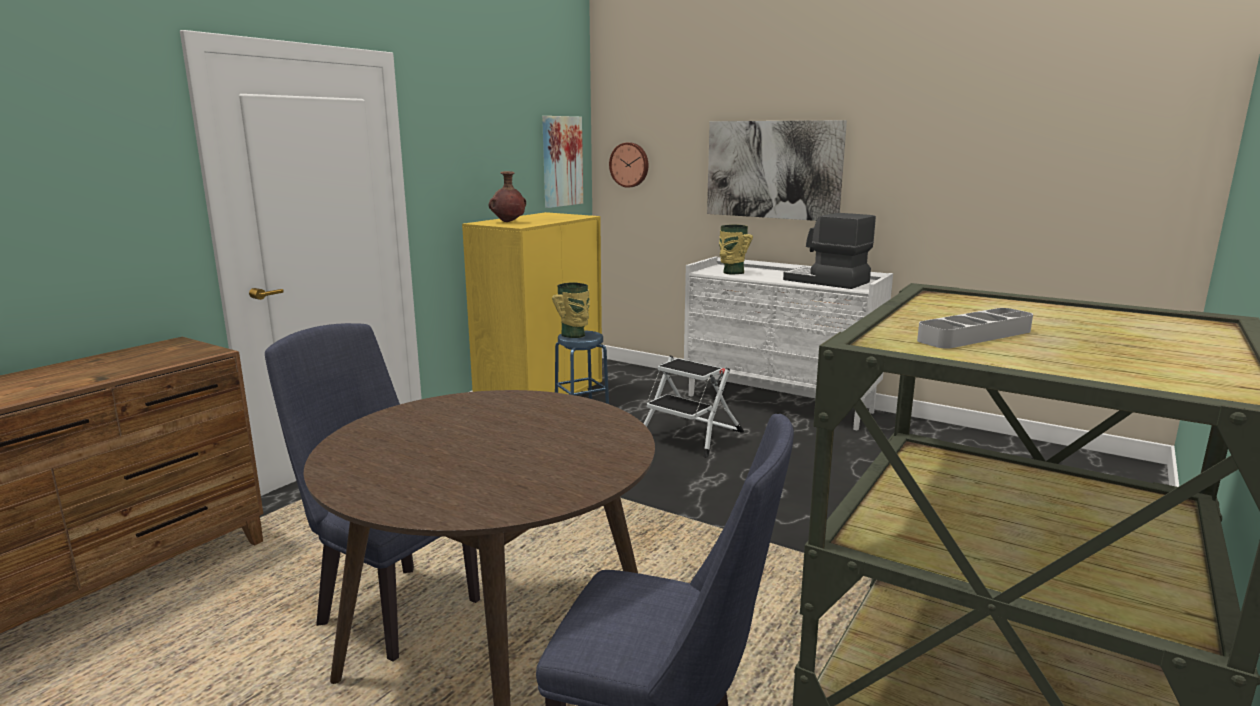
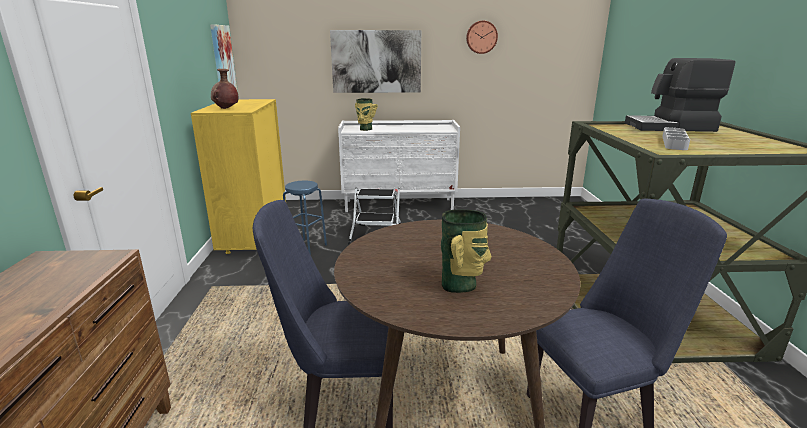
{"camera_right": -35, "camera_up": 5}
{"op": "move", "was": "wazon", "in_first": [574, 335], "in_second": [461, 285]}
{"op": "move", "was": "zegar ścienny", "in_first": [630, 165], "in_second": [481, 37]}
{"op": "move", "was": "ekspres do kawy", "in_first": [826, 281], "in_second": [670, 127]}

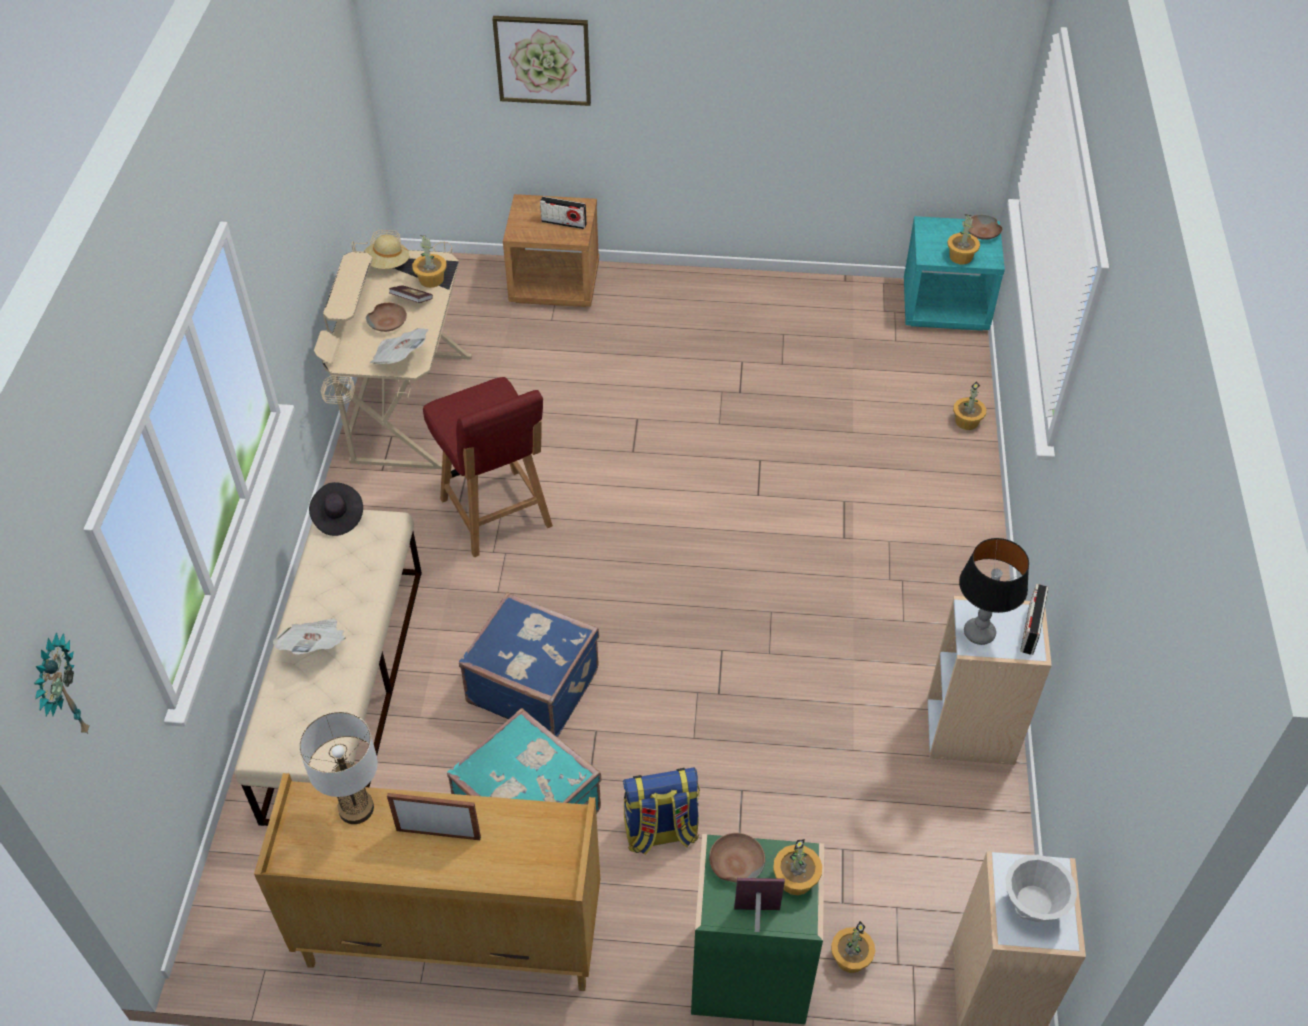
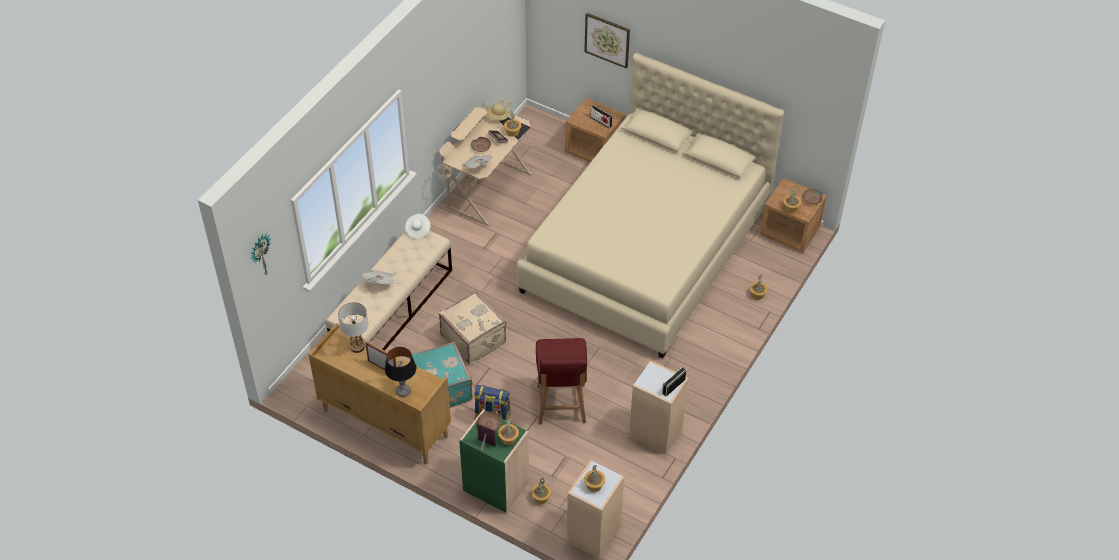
{"camera_right": 25, "camera_up": 0}
{"op": "insert", "now": "łóżko/beżowy", "in_second": [647, 248]}
{"op": "move", "was": "krzesło/czerwony", "in_first": [497, 515], "in_second": [561, 405]}
{"op": "move", "was": "lampa stołowa", "in_first": [978, 633], "in_second": [403, 391]}
{"op": "replace", "was": "miska/biały", "now": "roślina doniczkowa", "in_first": [1033, 905], "in_second": [594, 485]}
{"op": "recolor", "was": "kapelusz/czarny", "now": "kapelusz/biały", "in_first": [337, 517], "in_second": [418, 230]}
{"op": "recolor", "was": "walizka/niebieski", "now": "walizka/beżowy", "in_first": [534, 684], "in_second": [474, 338]}
{"op": "recolor", "was": "szafka nocna/turkusowy", "now": "szafka nocna/brązowy", "in_first": [946, 307], "in_second": [790, 232]}

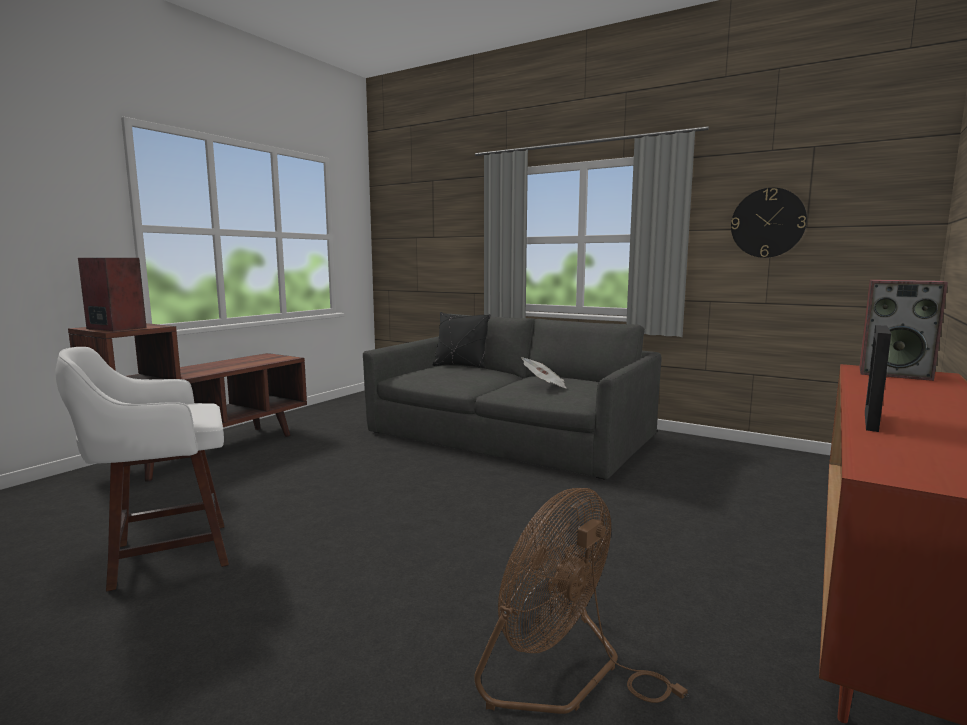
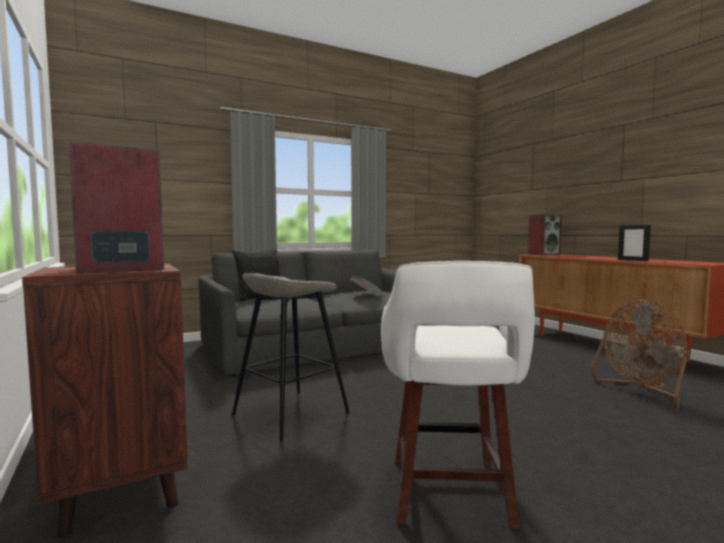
{"camera_right": -60, "camera_up": -5}
{"op": "delete", "was": "zegar ścienny", "in_first": [768, 223]}
{"op": "insert", "now": "stołek/szary", "in_second": [290, 413]}

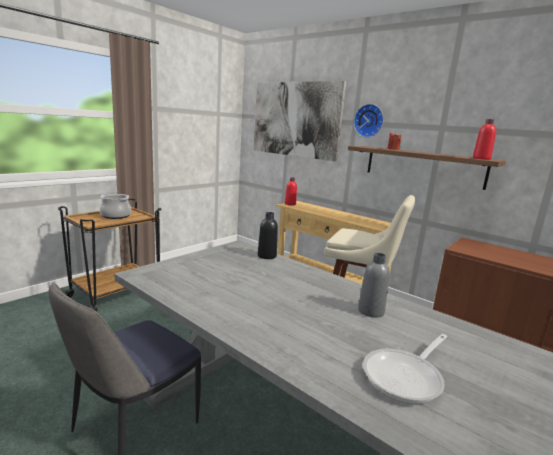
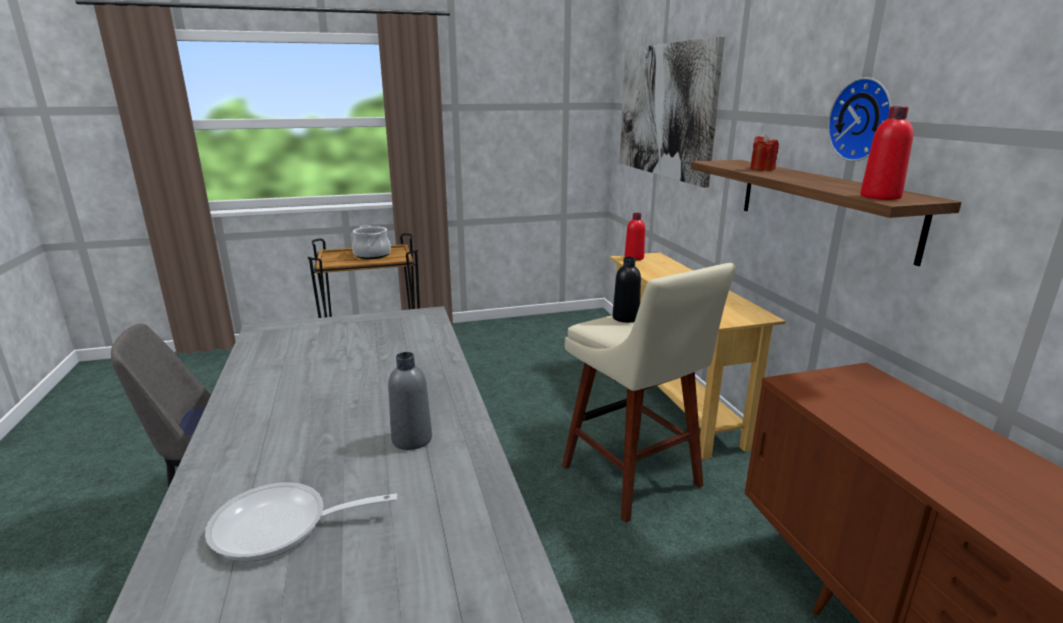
{"camera_right": 35, "camera_up": 5}
{"op": "move", "was": "butelka/czarny", "in_first": [267, 256], "in_second": [625, 318]}
{"op": "move", "was": "zegar ścienny", "in_first": [369, 121], "in_second": [863, 120]}

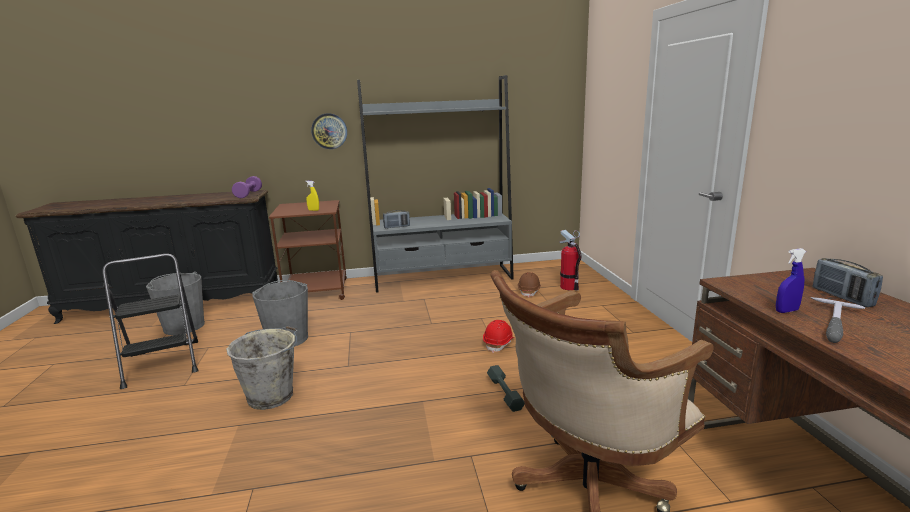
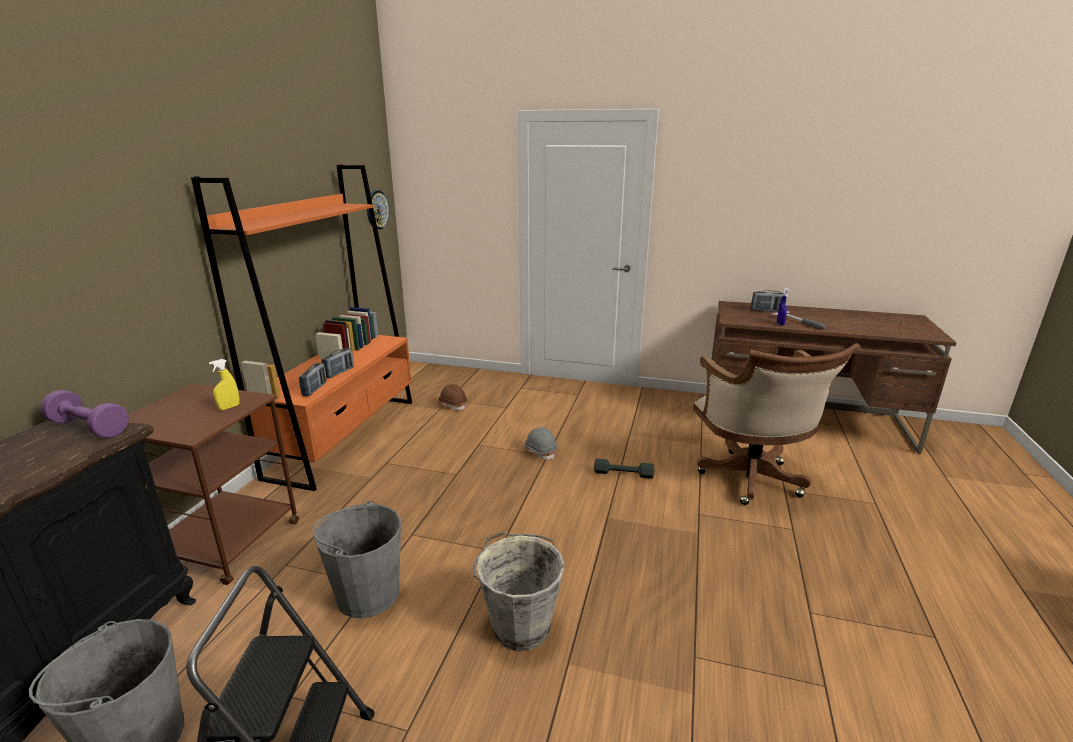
{"camera_right": -65, "camera_up": 5}
{"op": "delete", "was": "gaśnica", "in_first": [569, 287]}
{"op": "insert", "now": "radio", "in_second": [339, 372]}
{"op": "move", "was": "zegar ścienny", "in_first": [329, 131], "in_second": [377, 210]}
{"op": "recolor", "was": "regał/szary", "now": "regał/pomarańczowy", "in_first": [443, 278], "in_second": [345, 436]}
{"op": "recolor", "was": "kask/czerwony", "now": "kask/szary", "in_first": [499, 343], "in_second": [540, 451]}

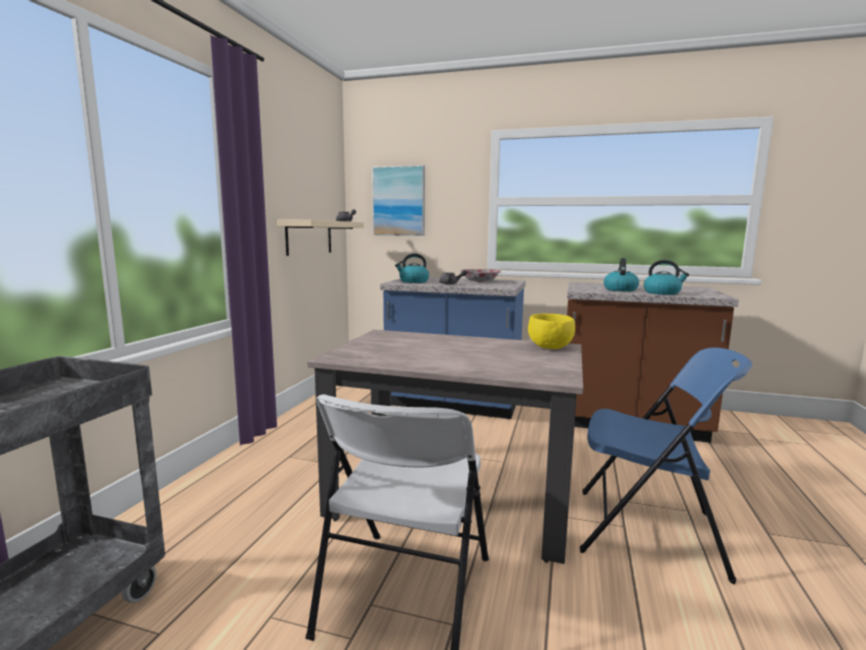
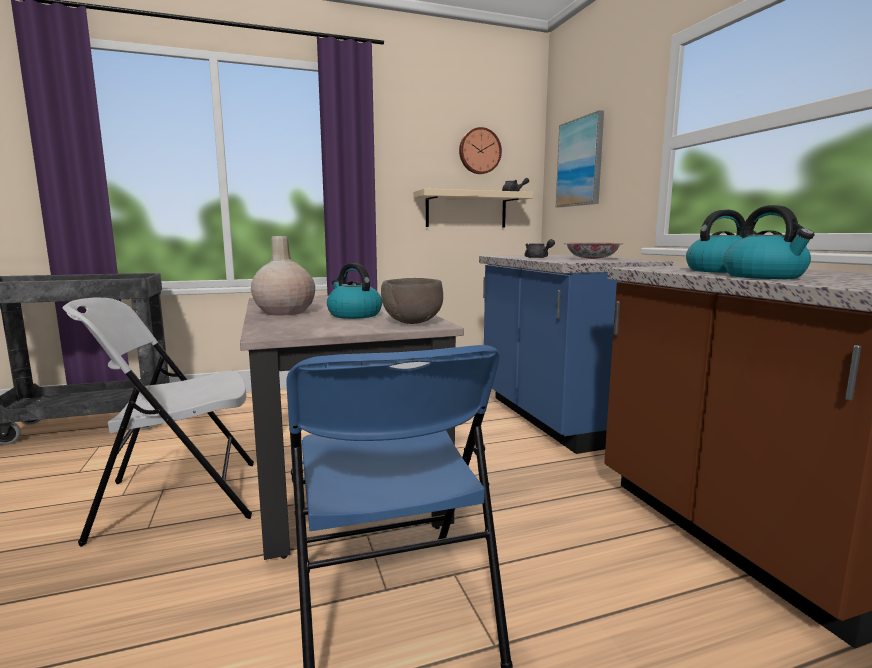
{"camera_right": 55, "camera_up": 0}
{"op": "insert", "now": "wazon/beżowy", "in_second": [284, 312]}
{"op": "insert", "now": "zegar ścienny", "in_second": [479, 151]}
{"op": "move", "was": "czajnik", "in_first": [413, 281], "in_second": [353, 315]}
{"op": "recolor", "was": "miska/żółty", "now": "miska/brązowy", "in_first": [549, 348], "in_second": [412, 322]}

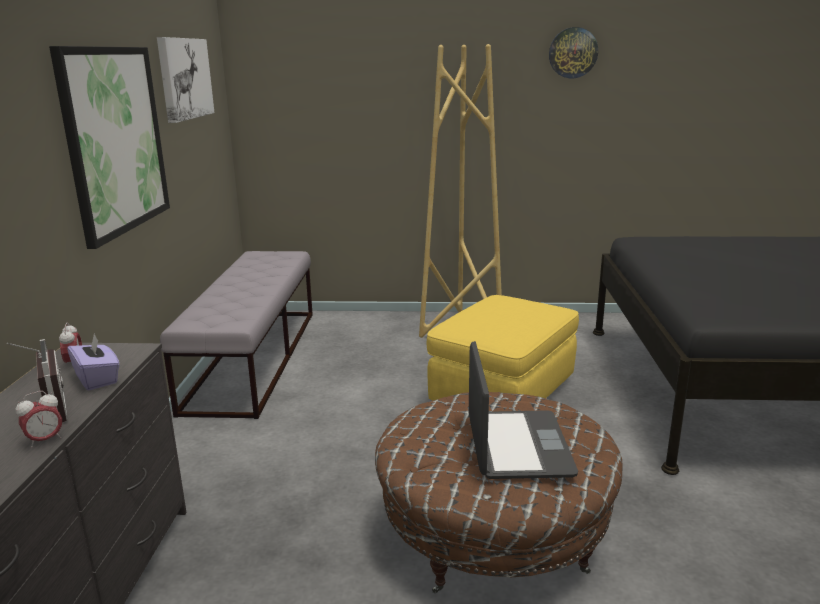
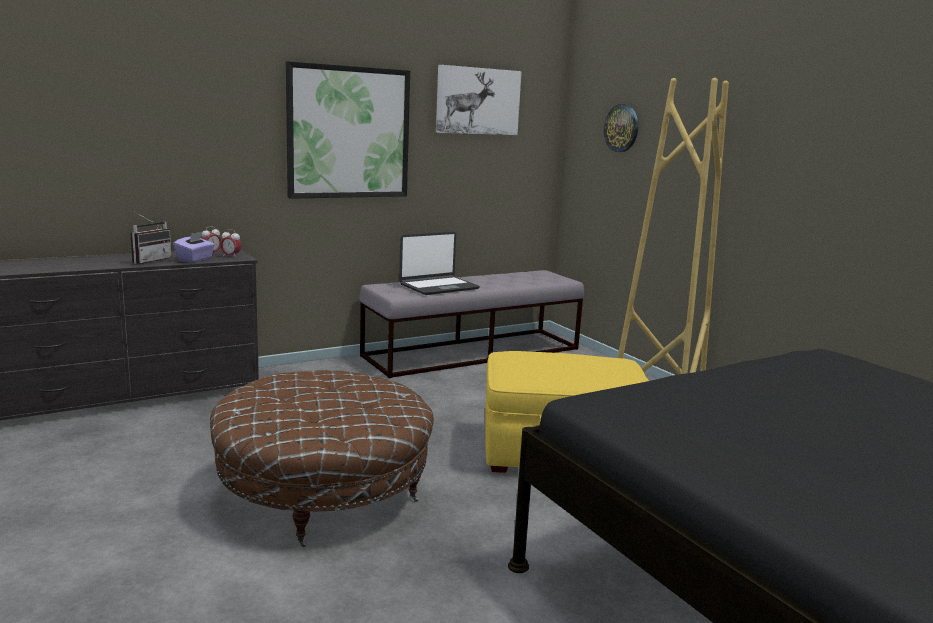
{"camera_right": 55, "camera_up": -5}
{"op": "move", "was": "budzik", "in_first": [45, 440], "in_second": [231, 256]}
{"op": "move", "was": "laptop", "in_first": [517, 445], "in_second": [438, 287]}
{"op": "move", "was": "zegar ścienny", "in_first": [573, 53], "in_second": [621, 128]}

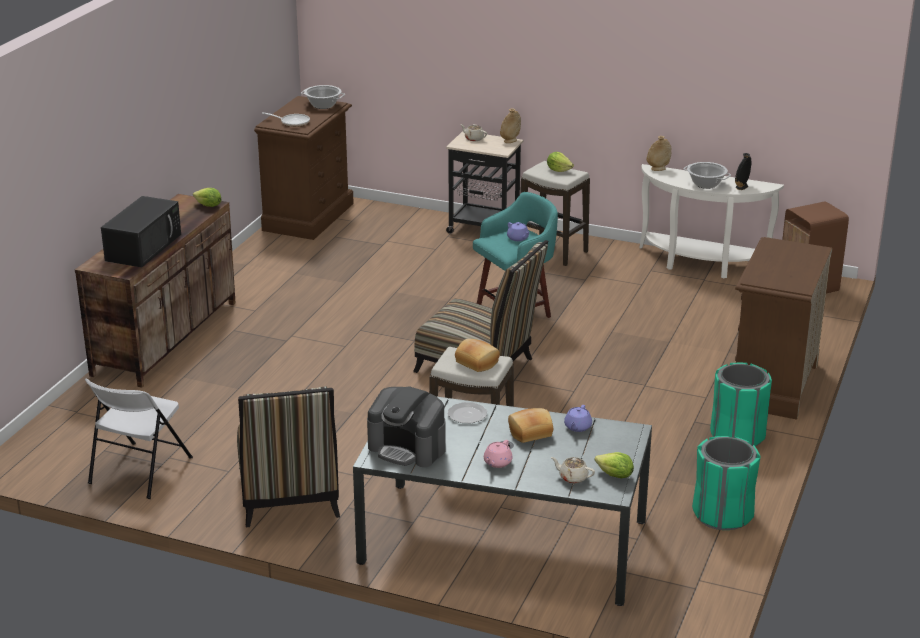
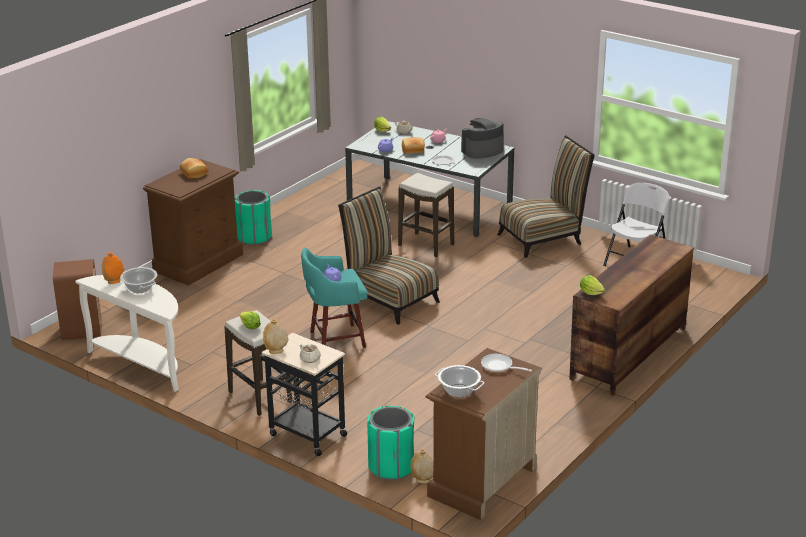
{"camera_right": -165, "camera_up": 0}
{"op": "delete", "was": "mikrofalówka/czarny", "in_first": [144, 246]}
{"op": "move", "was": "chleb", "in_first": [478, 362], "in_second": [193, 173]}
{"op": "move", "was": "wazon/beżowy", "in_first": [658, 169], "in_second": [423, 480]}
{"op": "move", "was": "kosz na śmieci/zielony", "in_first": [722, 514], "in_second": [391, 467]}
{"op": "recolor", "was": "wazon/czarny", "now": "wazon/pomarańczowy", "in_first": [741, 187], "in_second": [114, 281]}
{"op": "rotate", "was": "krzesło", "in_first": [289, 497], "in_second": [544, 238], "clockwise": 60}
{"op": "rotate", "was": "ekspres do kawy", "in_first": [407, 448], "in_second": [482, 151], "clockwise": -75}

